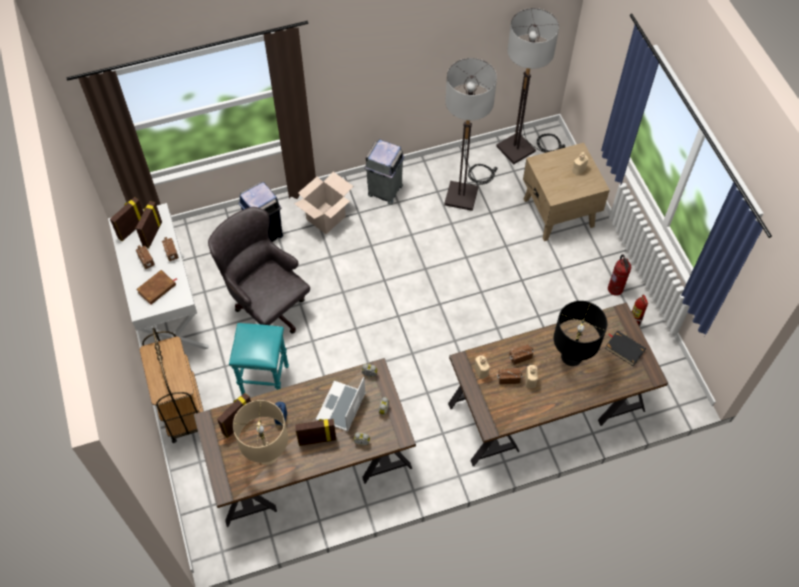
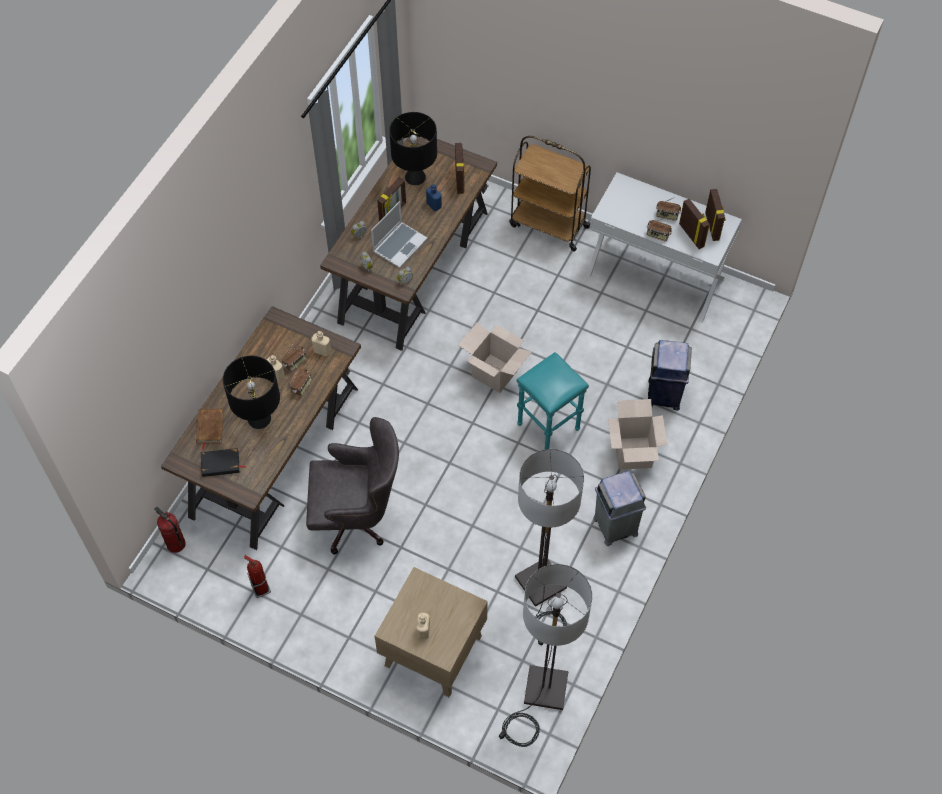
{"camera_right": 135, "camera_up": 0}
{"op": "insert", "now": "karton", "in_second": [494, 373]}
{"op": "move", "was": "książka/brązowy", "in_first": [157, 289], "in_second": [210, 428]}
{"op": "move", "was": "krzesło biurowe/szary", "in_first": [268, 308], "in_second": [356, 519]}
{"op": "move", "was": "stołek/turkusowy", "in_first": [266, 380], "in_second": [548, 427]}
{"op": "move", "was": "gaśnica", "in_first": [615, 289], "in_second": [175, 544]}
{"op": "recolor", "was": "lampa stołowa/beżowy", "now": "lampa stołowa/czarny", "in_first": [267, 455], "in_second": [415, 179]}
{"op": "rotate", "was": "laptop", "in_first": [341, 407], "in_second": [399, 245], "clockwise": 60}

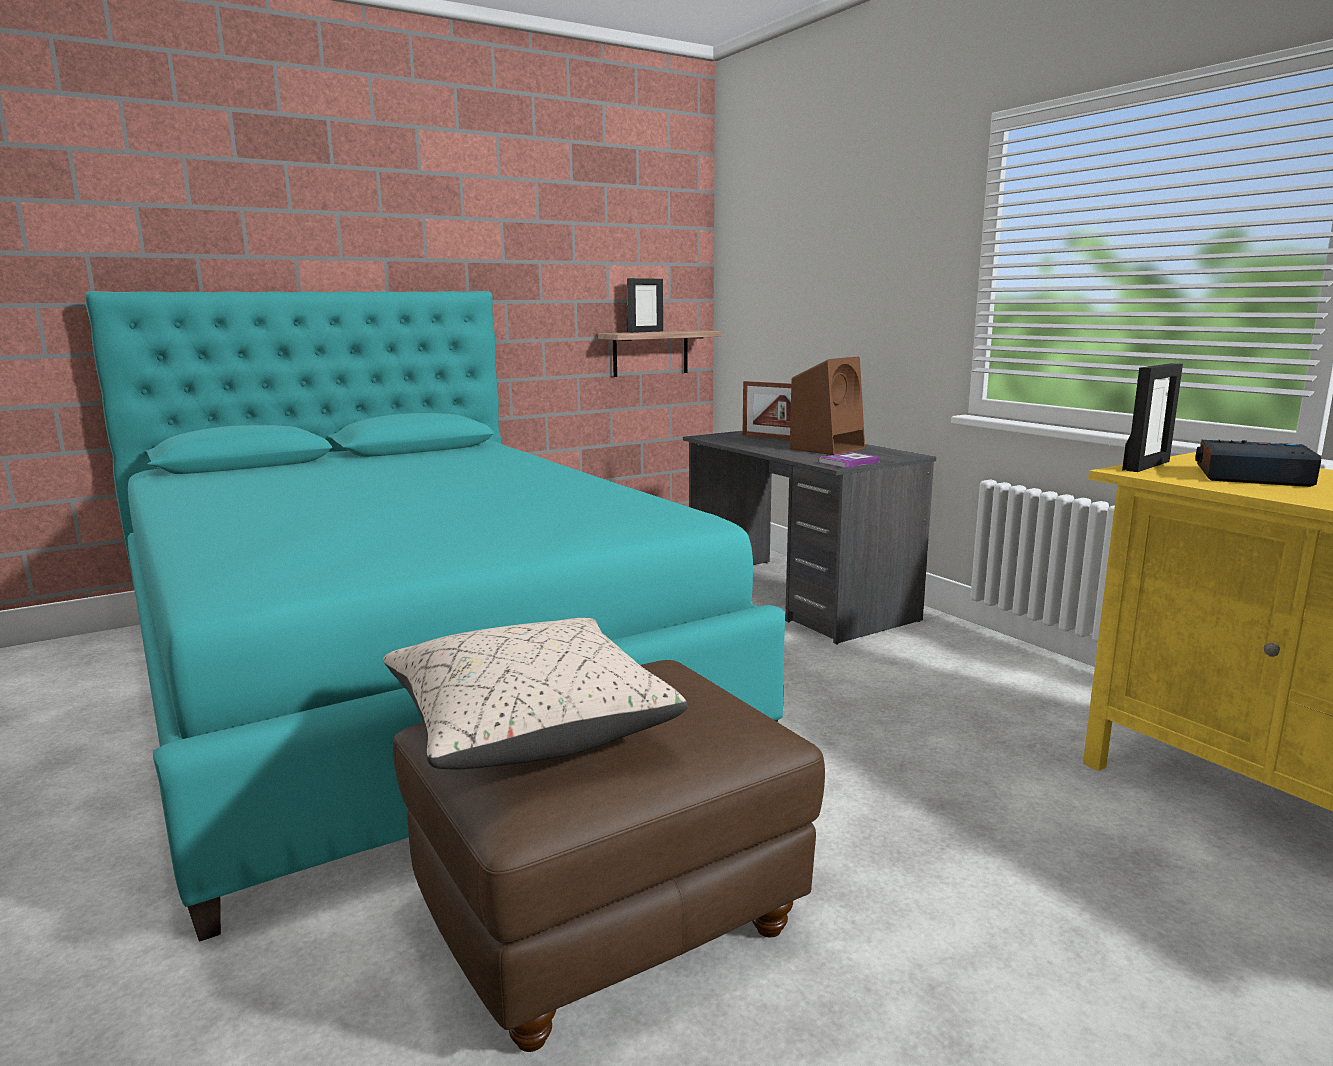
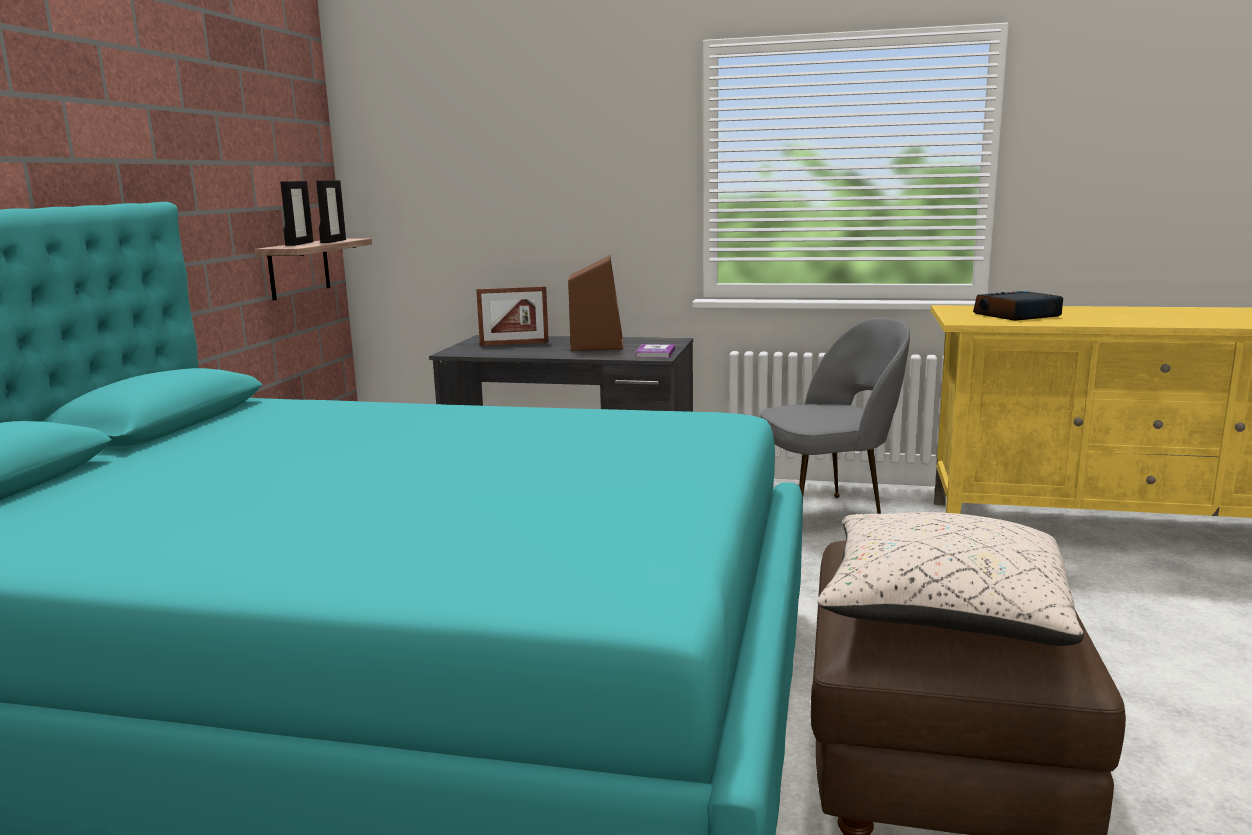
{"camera_right": -45, "camera_up": 0}
{"op": "insert", "now": "krzesło/szary", "in_second": [828, 515]}
{"op": "move", "was": "ramka na zdjęcie", "in_first": [1146, 466], "in_second": [333, 241]}

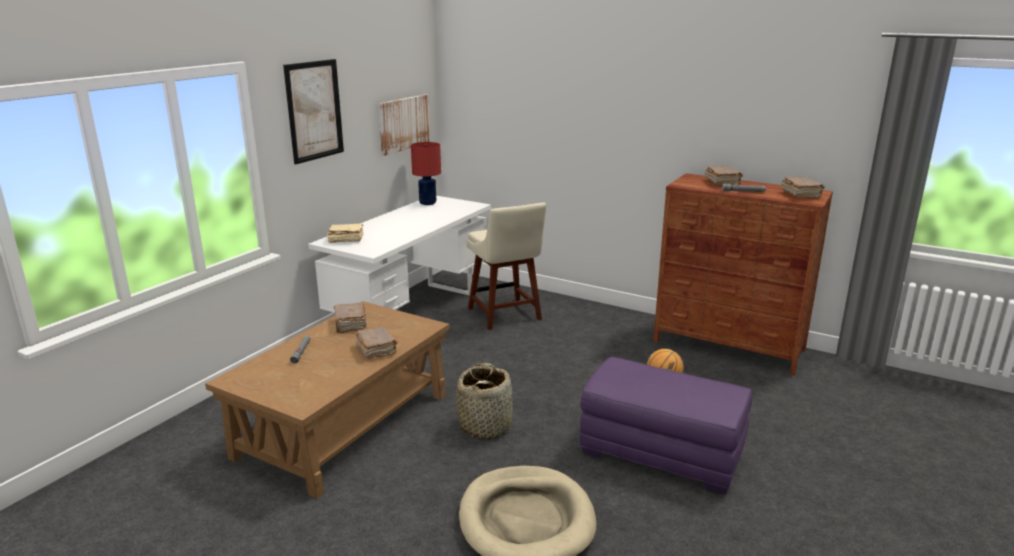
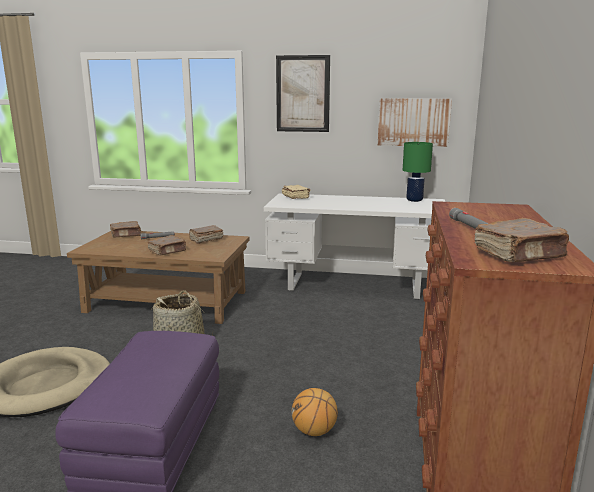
{"camera_right": 70, "camera_up": -5}
{"op": "delete", "was": "stołek/beżowy", "in_first": [505, 315]}
{"op": "move", "was": "książka/brązowy", "in_first": [722, 182], "in_second": [126, 235]}
{"op": "recolor", "was": "lampa stołowa/czerwony", "now": "lampa stołowa/zielony", "in_first": [428, 204], "in_second": [414, 201]}

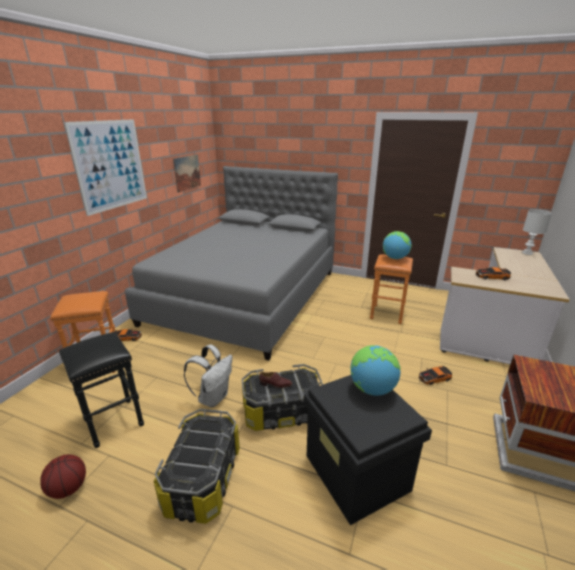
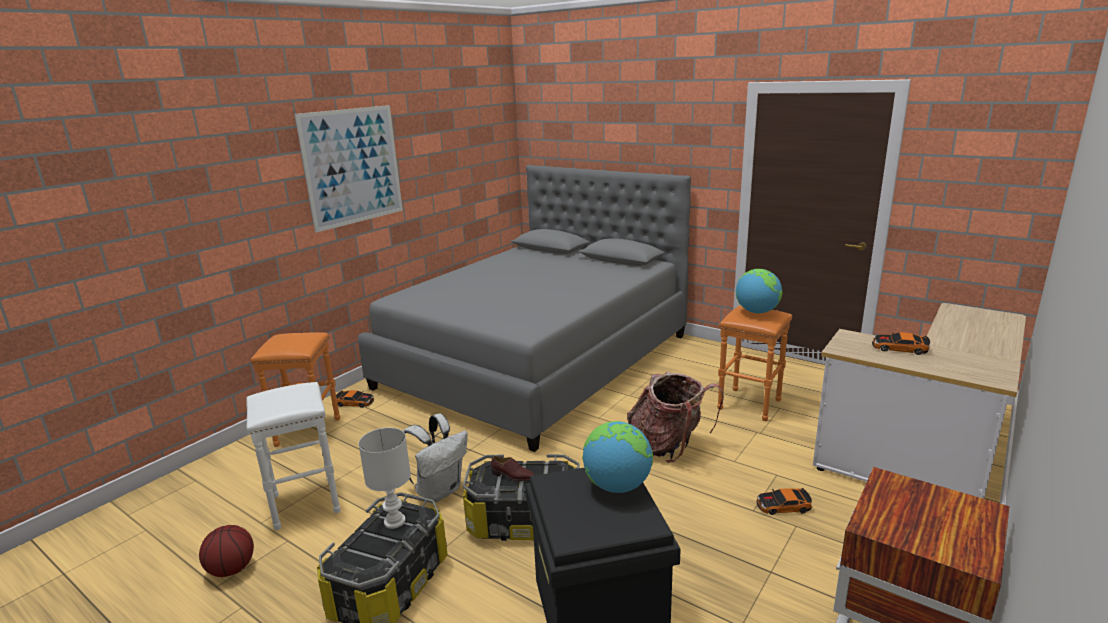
{"camera_right": 15, "camera_up": -5}
{"op": "delete", "was": "obraz", "in_first": [187, 173]}
{"op": "insert", "now": "plecak", "in_second": [668, 446]}
{"op": "move", "was": "lampa stołowa/biały", "in_first": [527, 253], "in_second": [395, 521]}
{"op": "recolor", "was": "stołek/czarny", "now": "stołek/biały", "in_first": [114, 421], "in_second": [307, 502]}

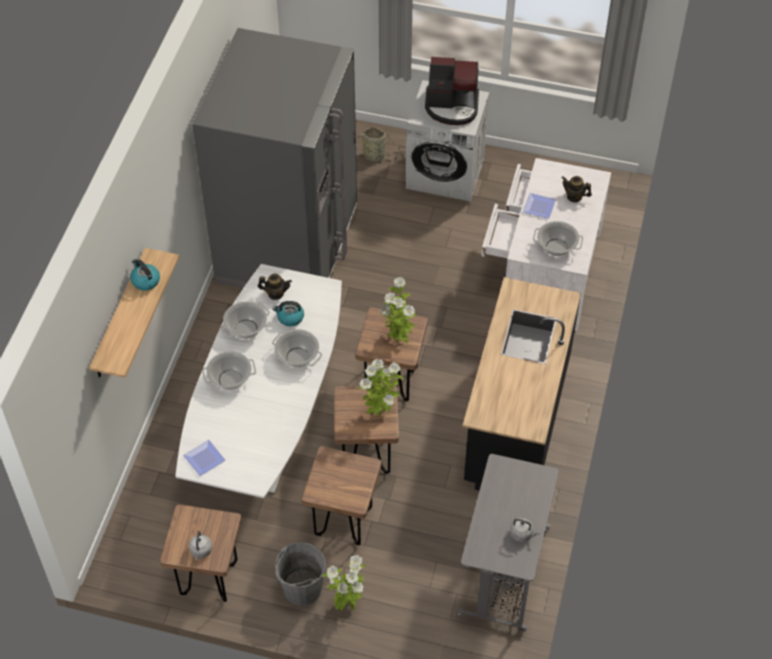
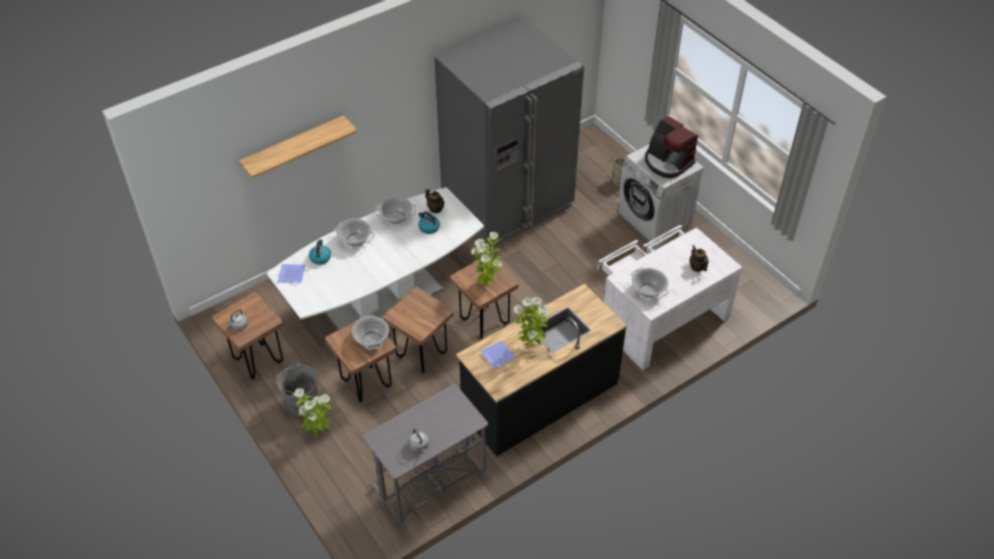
{"camera_right": 40, "camera_up": -5}
{"op": "move", "was": "czajnik", "in_first": [145, 281], "in_second": [320, 257]}
{"op": "move", "was": "garnek", "in_first": [297, 357], "in_second": [371, 339]}
{"op": "move", "was": "roślina doniczkowa", "in_first": [380, 412], "in_second": [531, 346]}
{"op": "move", "was": "talerz", "in_first": [538, 207], "in_second": [496, 355]}

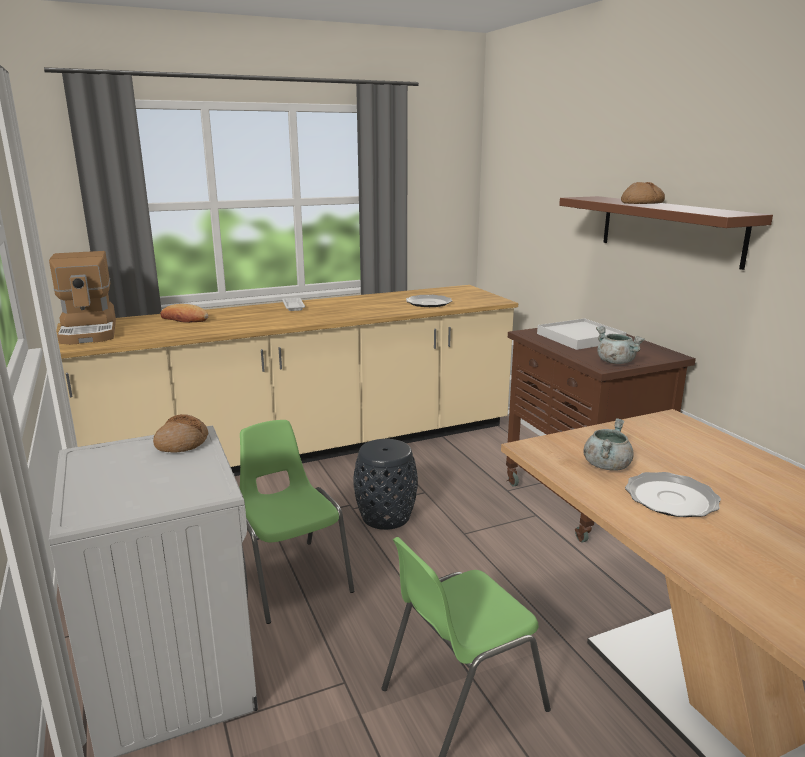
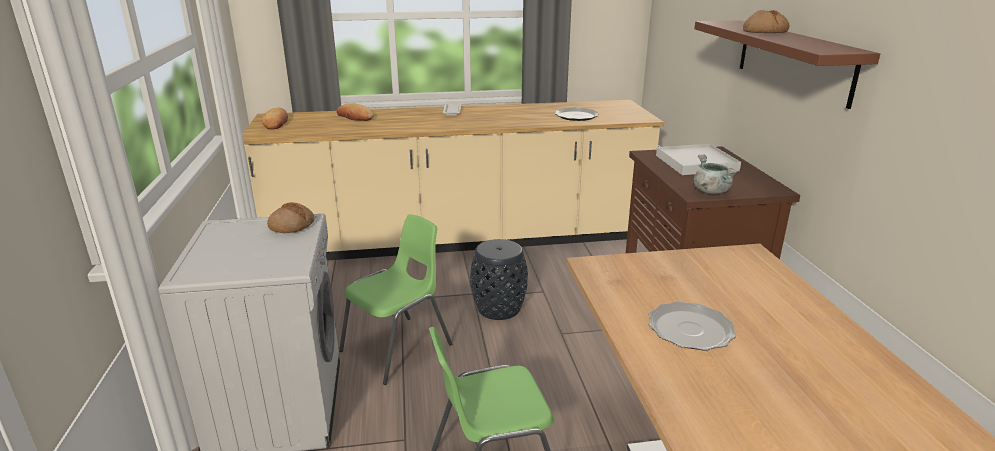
{"camera_right": 15, "camera_up": 5}
{"op": "delete", "was": "garnek/szary", "in_first": [606, 465]}
{"op": "replace", "was": "ekspres do kawy", "now": "chleb", "in_first": [90, 331], "in_second": [276, 123]}
{"op": "rotate", "was": "krzesło/zielony", "in_first": [292, 578], "in_second": [399, 348], "clockwise": 60}

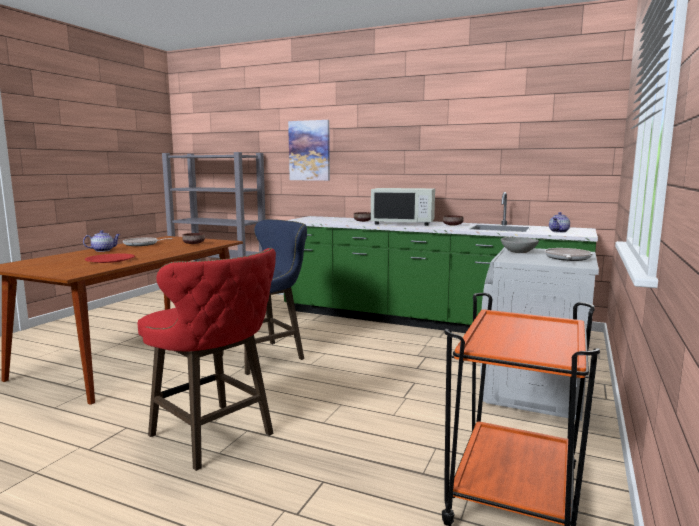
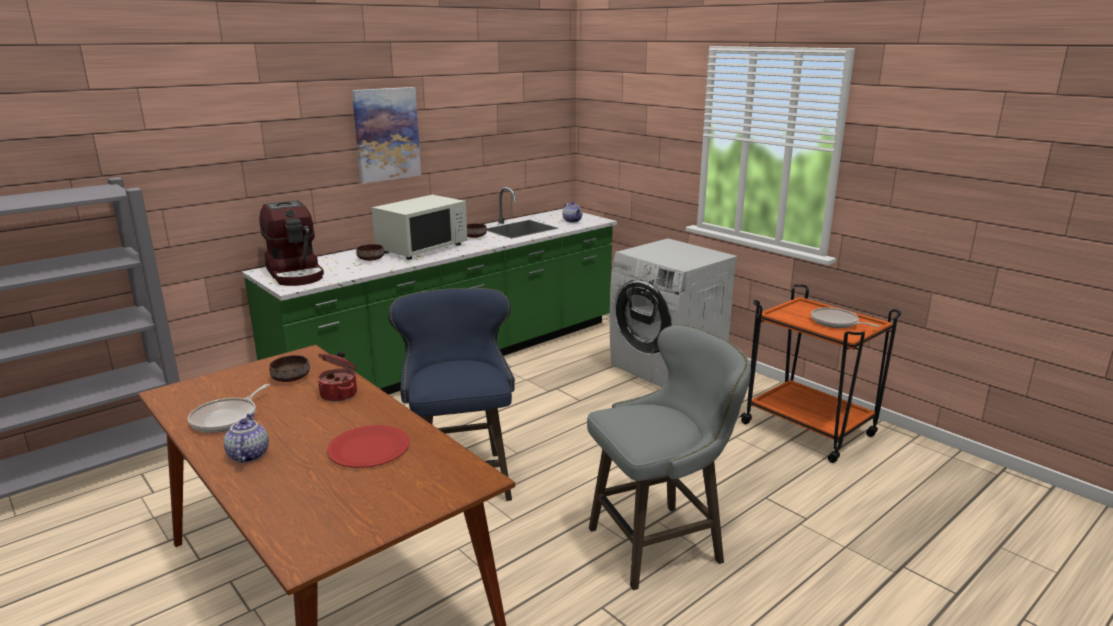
{"camera_right": -65, "camera_up": 10}
{"op": "delete", "was": "miska/szary", "in_first": [519, 252]}
{"op": "insert", "now": "ekspres do kawy", "in_second": [296, 274]}
{"op": "insert", "now": "garnek", "in_second": [340, 394]}
{"op": "move", "was": "obraz", "in_first": [309, 150], "in_second": [386, 134]}
{"op": "move", "was": "patelnia", "in_first": [567, 258], "in_second": [836, 322]}
{"op": "recolor", "was": "stołek/czerwony", "now": "stołek/szary", "in_first": [214, 436], "in_second": [660, 543]}

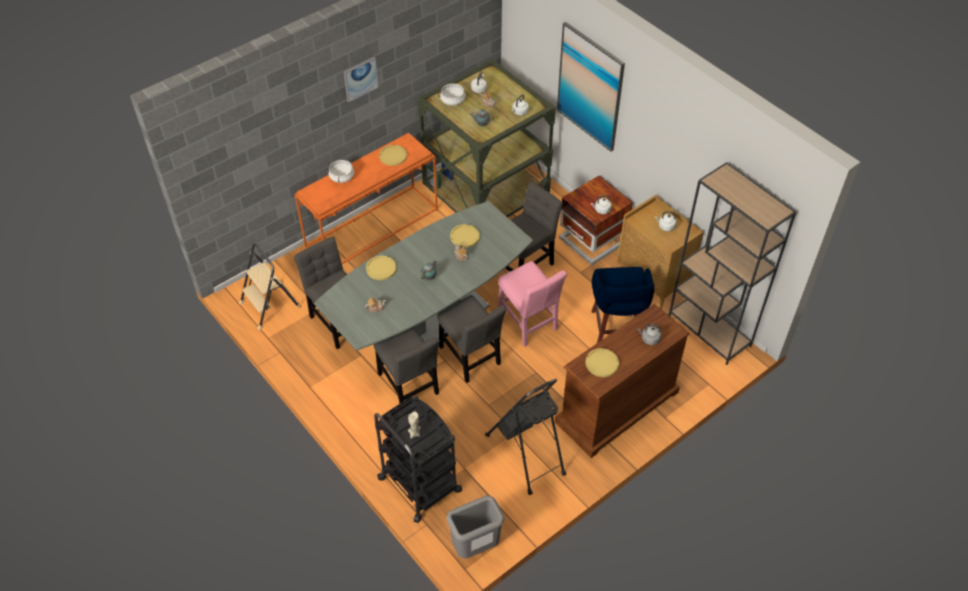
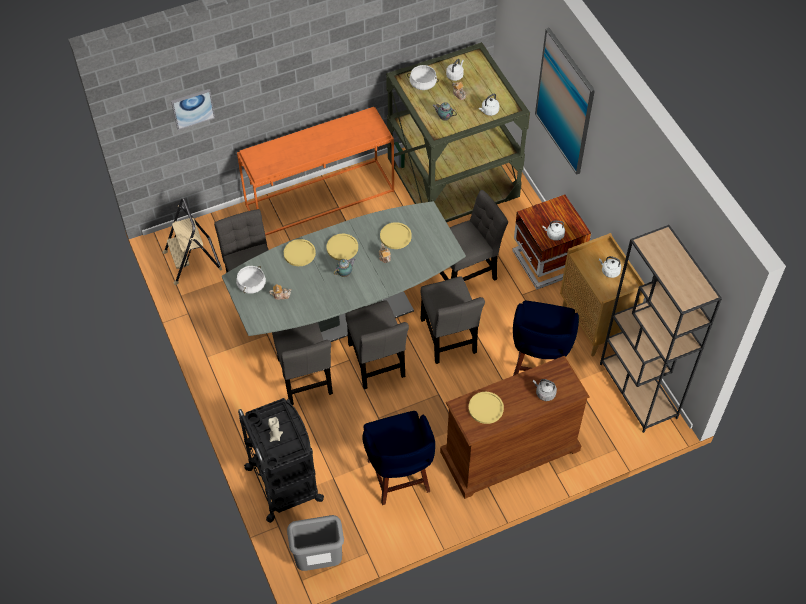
{"camera_right": 15, "camera_up": 5}
{"op": "move", "was": "garnek/biały", "in_first": [342, 177], "in_second": [252, 285]}
{"op": "move", "was": "obraz", "in_first": [360, 79], "in_second": [192, 108]}
{"op": "move", "was": "talerz/żółty", "in_first": [393, 156], "in_second": [342, 247]}
{"op": "replace", "was": "drabinka", "now": "stołek/niebieski", "in_first": [525, 454], "in_second": [399, 479]}
{"op": "recolor", "was": "krzesło/różowy", "now": "krzesło/szary", "in_first": [528, 323], "in_second": [448, 339]}

